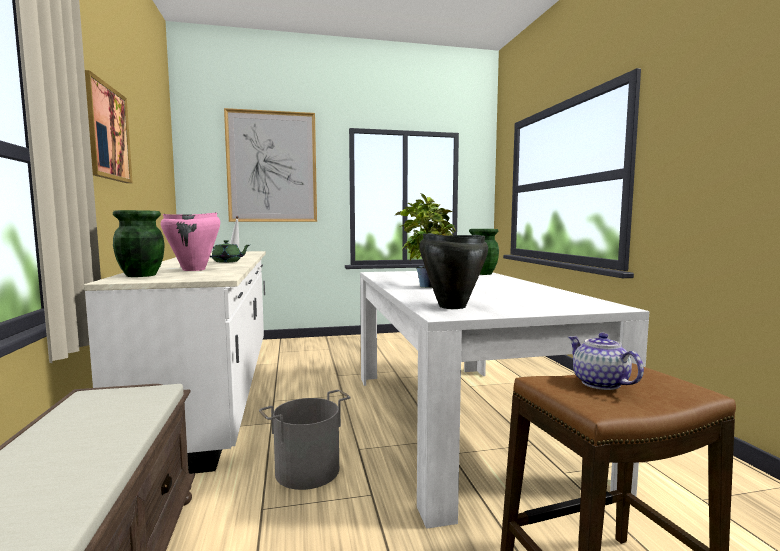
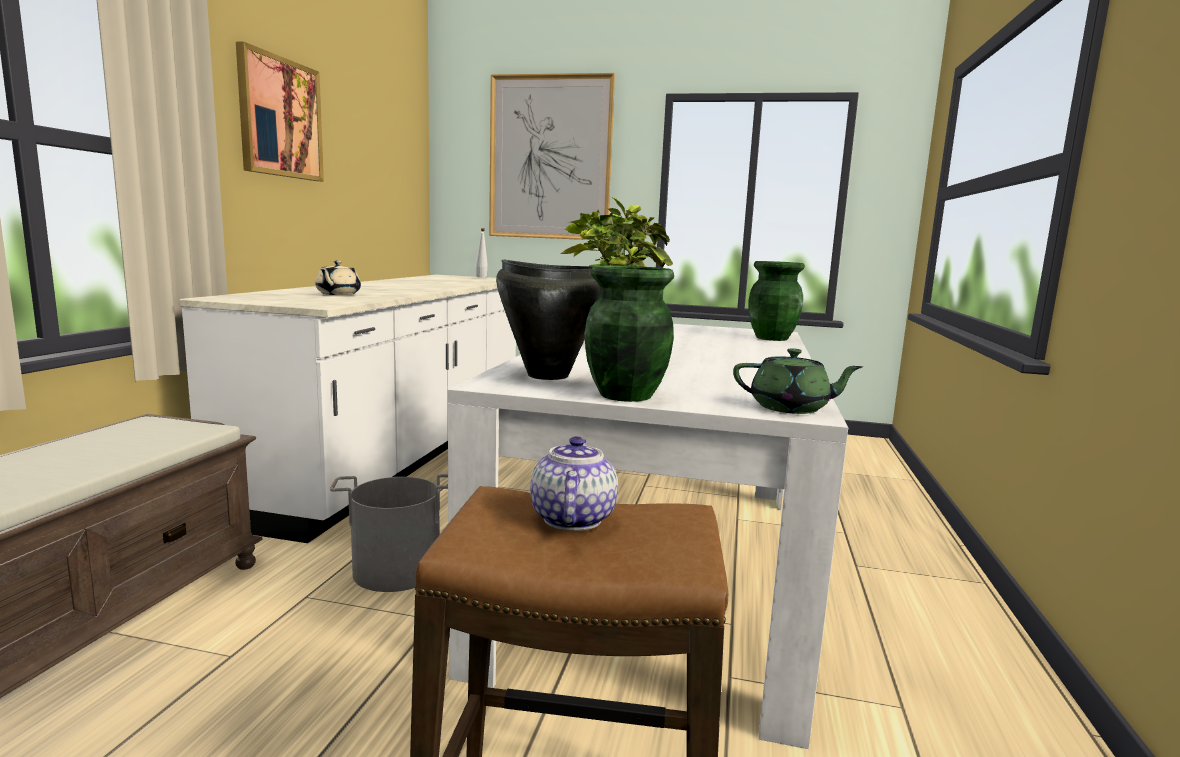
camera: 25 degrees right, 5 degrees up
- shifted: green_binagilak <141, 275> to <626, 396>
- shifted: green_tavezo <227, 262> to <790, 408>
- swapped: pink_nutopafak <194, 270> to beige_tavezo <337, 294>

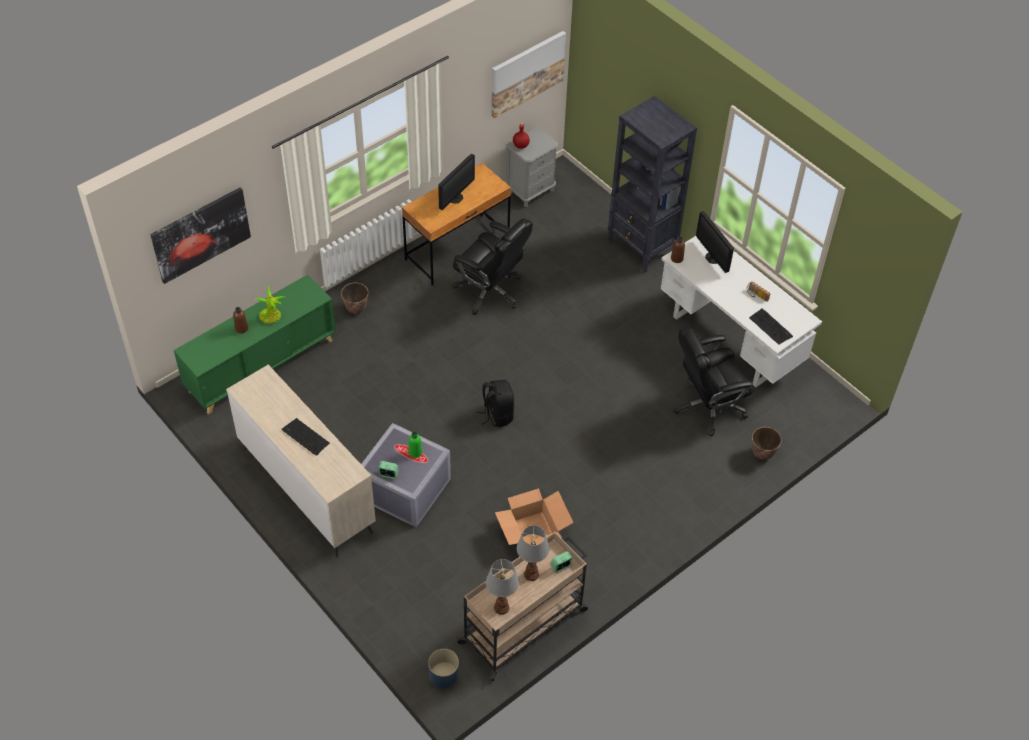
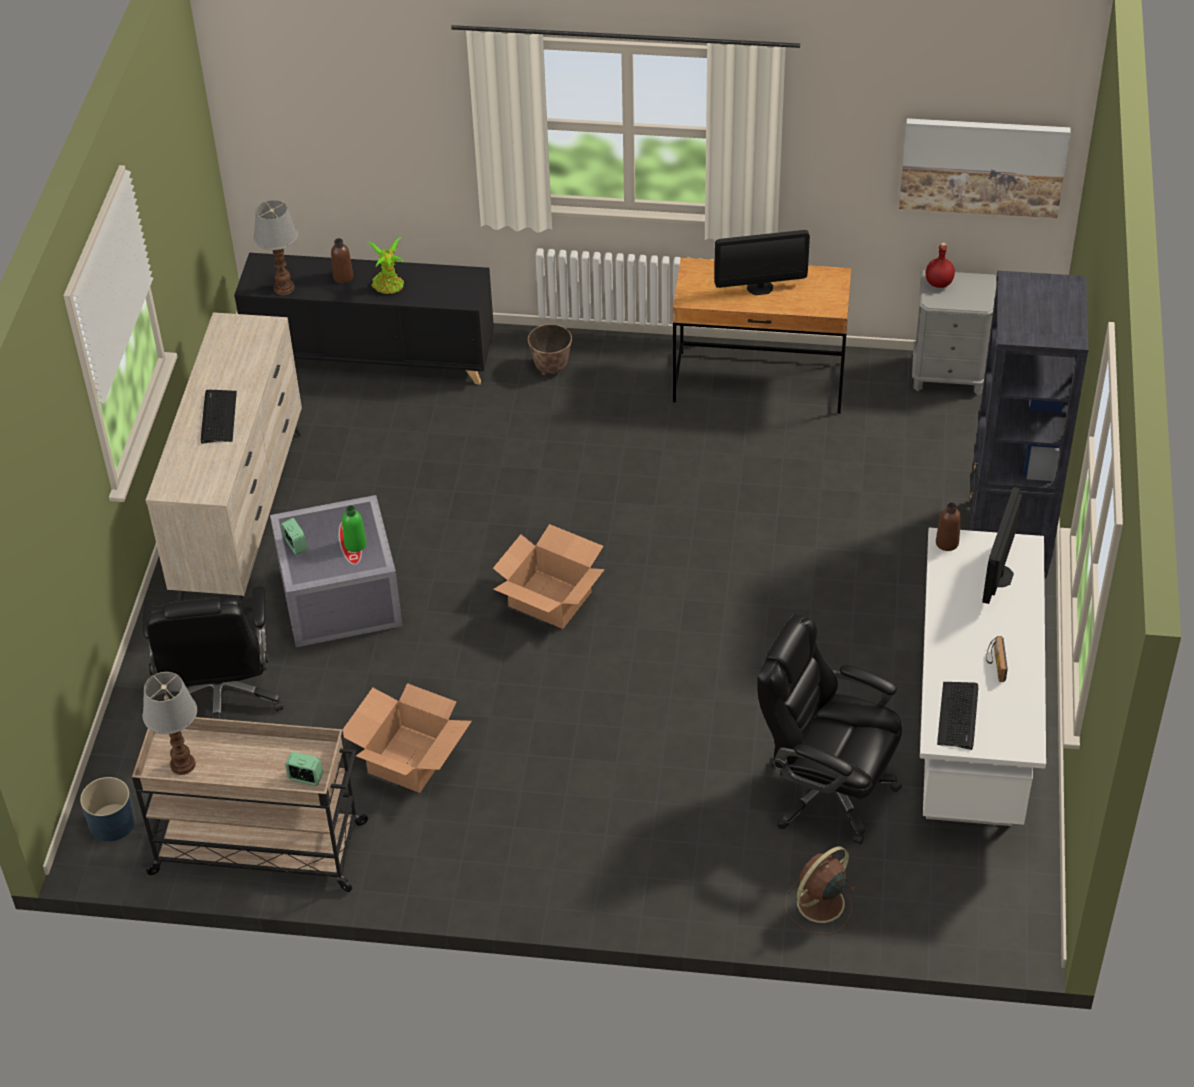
camera: 50 degrees right, 5 degrees down
- gone: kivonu <201, 234>
- shifted: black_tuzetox <490, 291> to <221, 699>
- shifted: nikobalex <531, 574> to <284, 288>
- swapped: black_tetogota <497, 415> to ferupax <550, 598>
- swapped: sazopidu <762, 454> to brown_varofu <819, 904>
- repainted: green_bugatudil <262, 365> to black_bugatudil <372, 357>

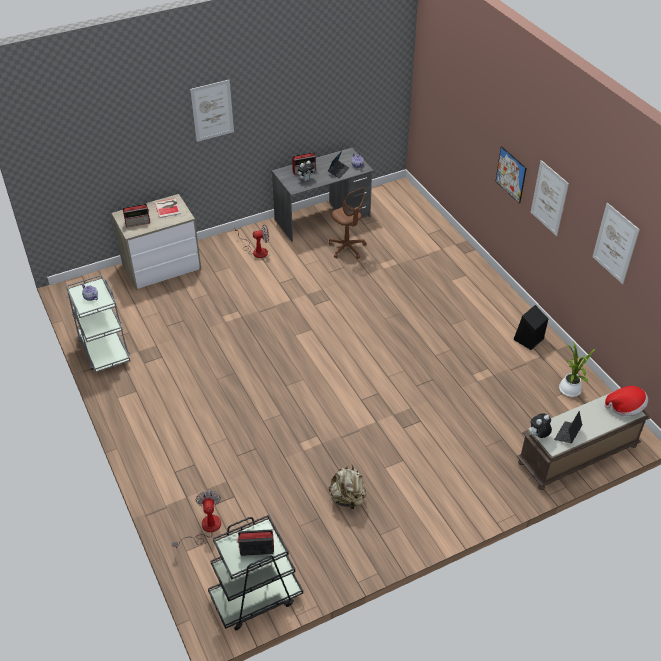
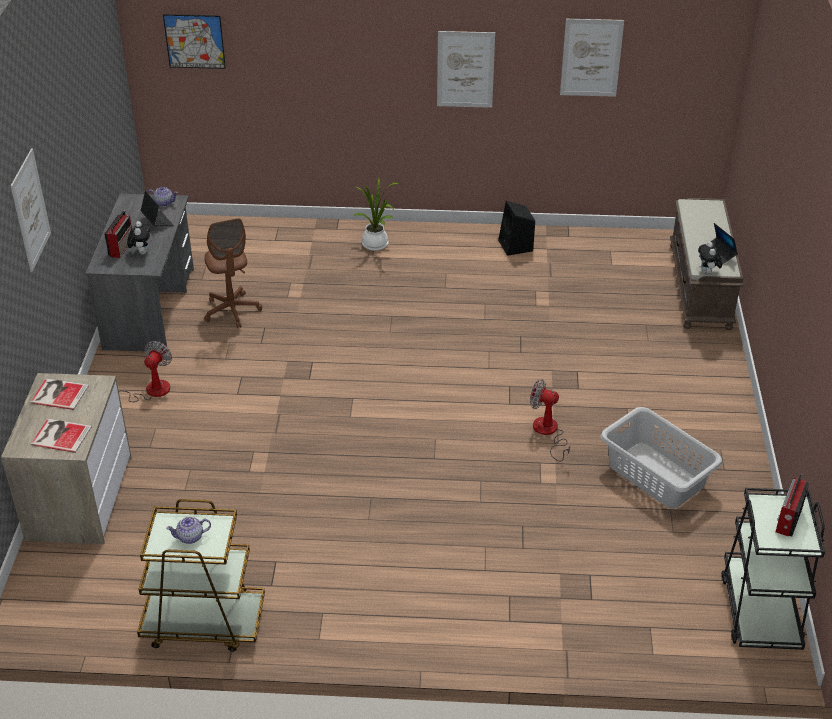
camera: 60 degrees left, 5 degrees down
- gone: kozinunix <625, 408>
- shifted: varofu <205, 528> to <548, 433>
- shifted: kivonu <511, 174> to <194, 41>
- shifted: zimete <569, 391> to <376, 245>
- swapped: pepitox <138, 223> to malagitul <60, 435>
- swapped: beige_tetogota <347, 498> to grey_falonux <656, 474>
- repainted: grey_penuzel <104, 350> to brown_penuzel <203, 623>
- rotated: brown_tuzetox <347, 248> = <232, 311> 75 degrees clockwise

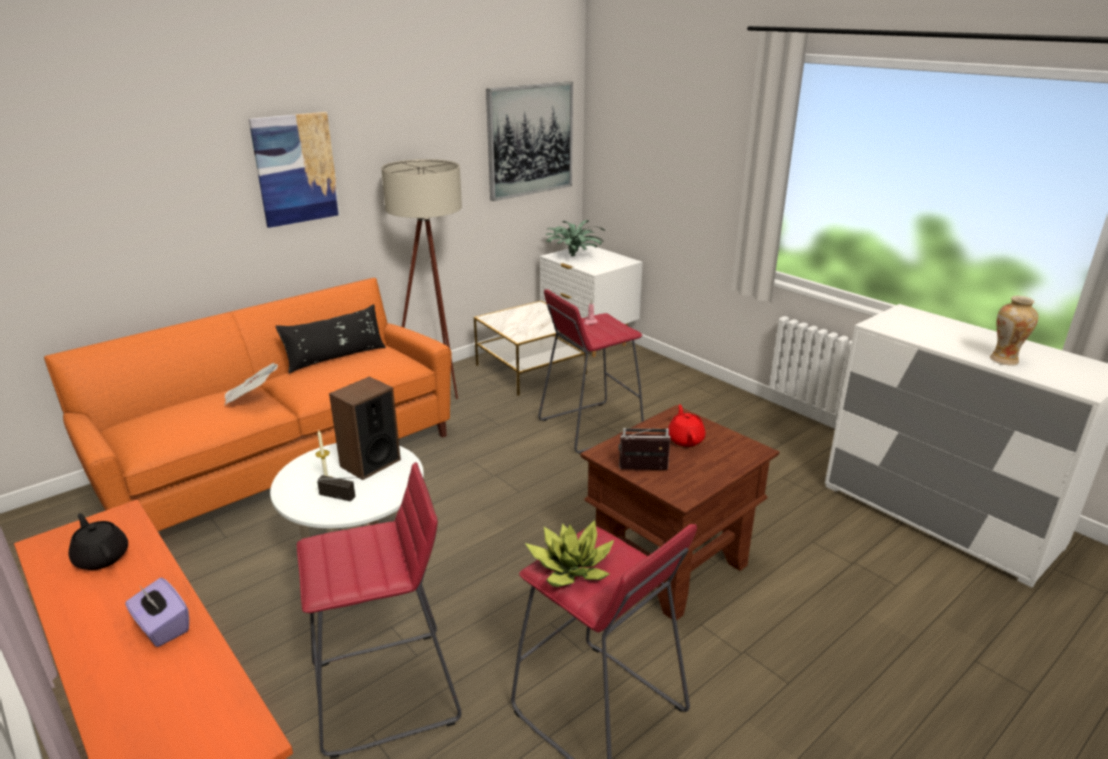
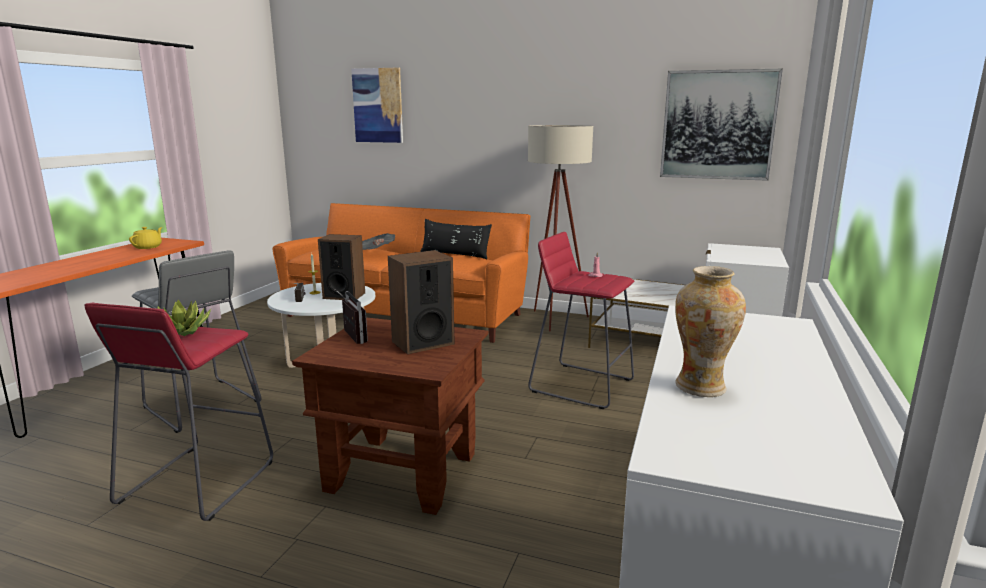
camera: 60 degrees right, 10 degrees down
- gone: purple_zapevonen <162, 627>
- gone: zimete <574, 257>
- shifted: kivonu <296, 169> to <378, 105>
- swapped: red_tavezo <685, 439> to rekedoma <422, 342>
- repainted: black_tavezo <102, 557> to yellow_tavezo <148, 247>
- repainted: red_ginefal <387, 692> to grey_ginefal <201, 405>

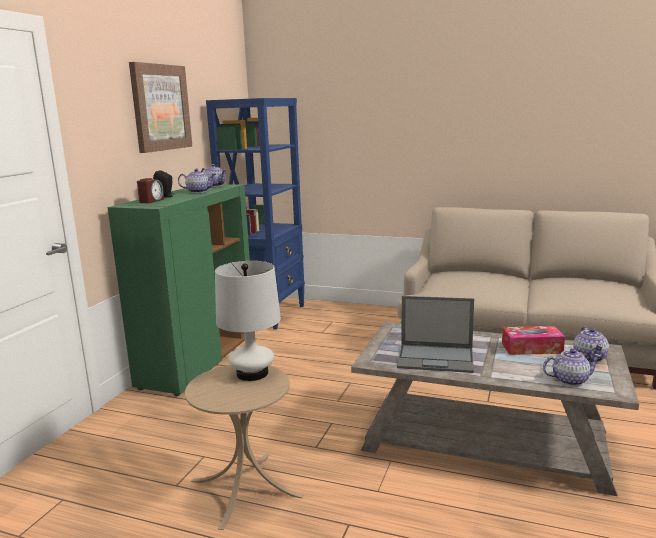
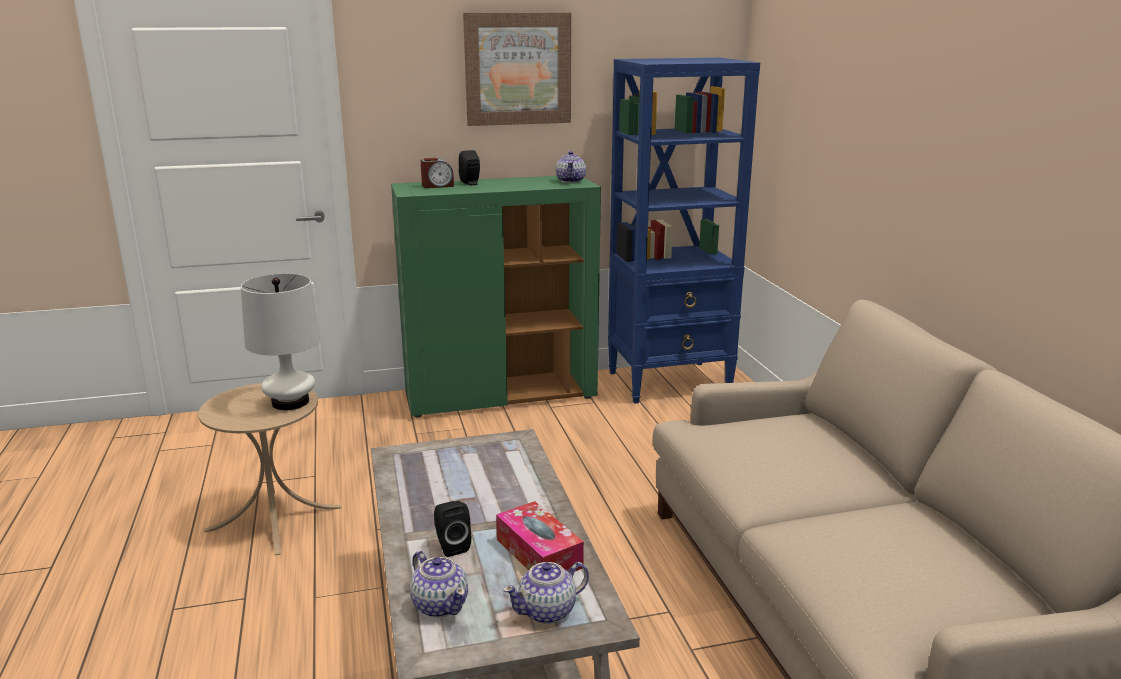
camera: 55 degrees right, 5 degrees up
- gone: tavezo <198, 191>
- gone: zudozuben <436, 358>
- new: black_rekedoma <451, 546>

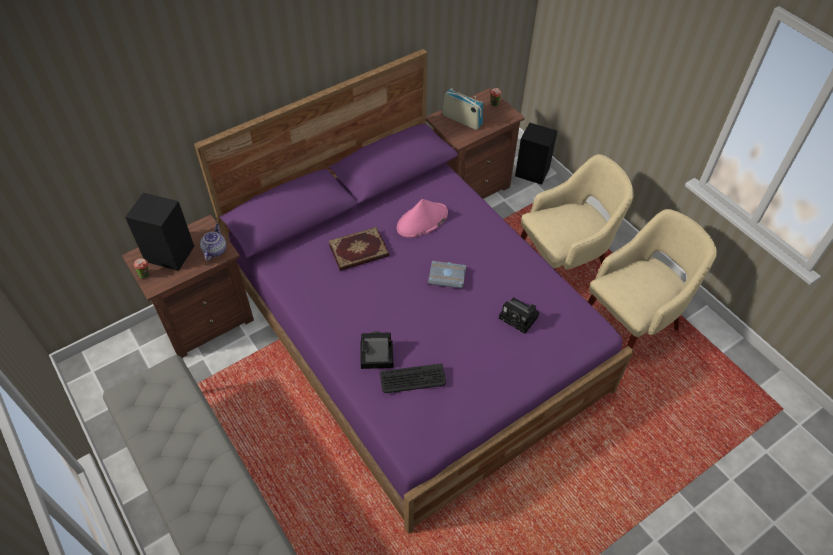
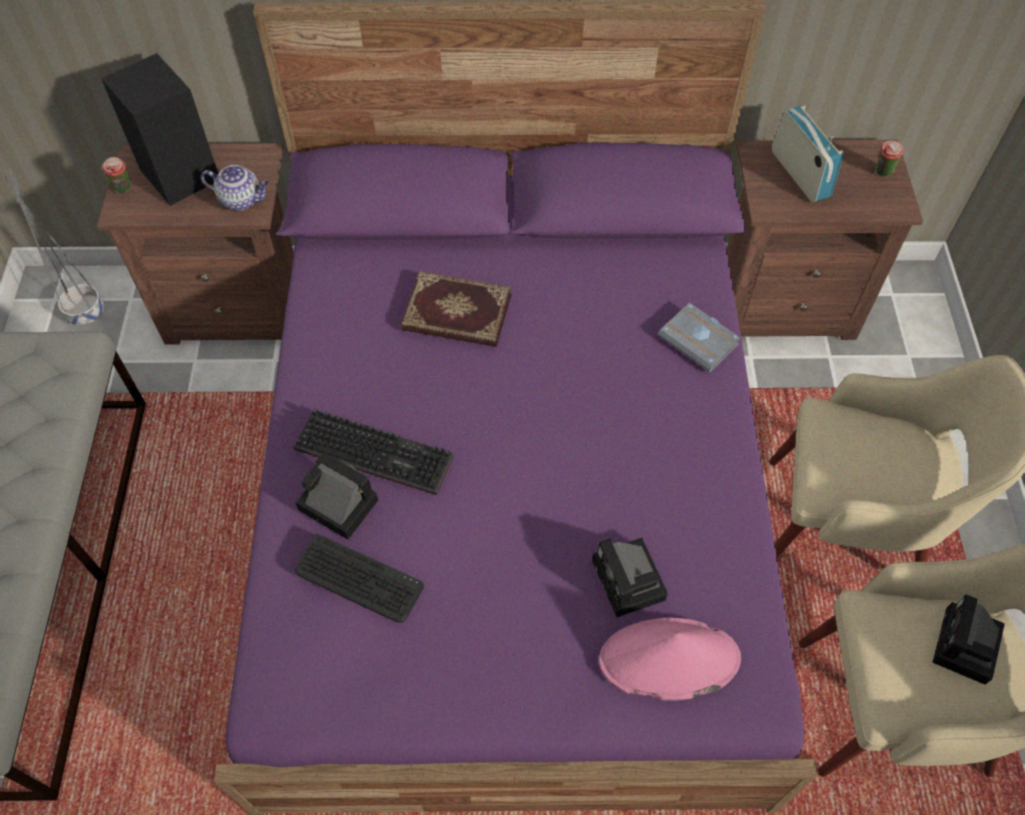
camera: 35 degrees right, 5 degrees up
- gone: black_rekedoma <533, 172>
- new: grey_sazopidu <86, 311>
- new: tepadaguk <377, 451>
- new: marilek <965, 649>
- shifted: pink_kozinunix <422, 221> to <668, 660>
- shifted: grey_malagitul <448, 276> to <700, 341>
- rotated: tavezo <215, 250> = <242, 200> 60 degrees clockwise

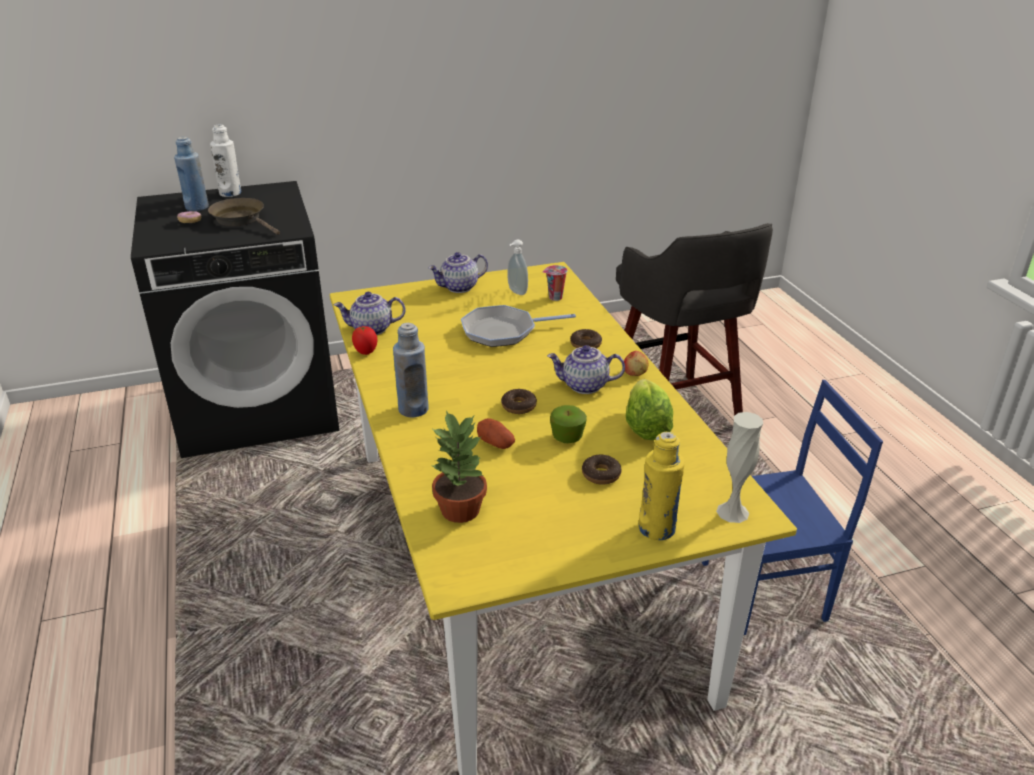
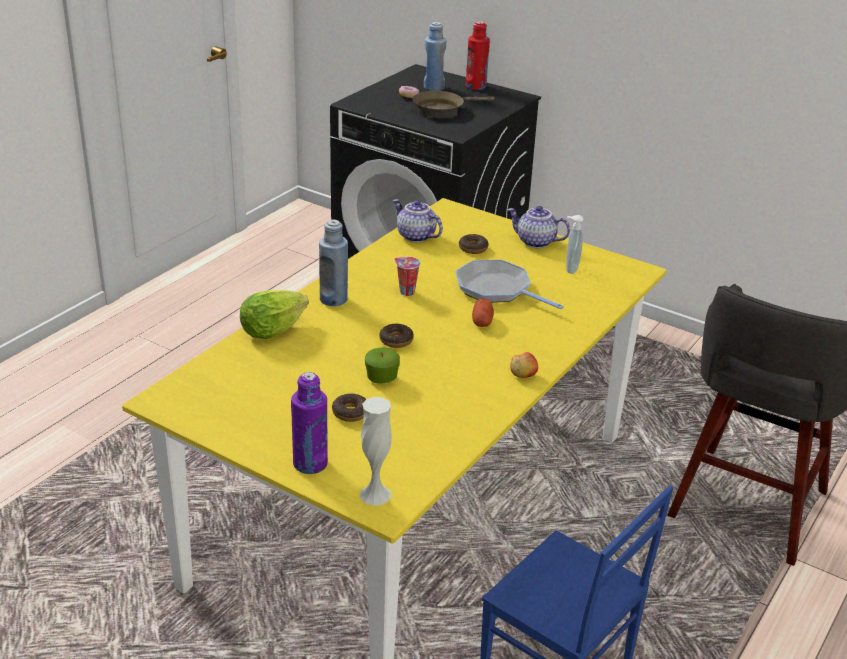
camera: 50 degrees right, 0 degrees up
- gone: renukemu <366, 352>
- gone: zimete <461, 509>
- gone: tavezo <584, 386>
- shifted: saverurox <495, 443> to <482, 321>
- shifted: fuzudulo <554, 298> to <406, 292>
- shifted: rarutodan <585, 344> to <473, 248>
- shifted: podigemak <646, 427> to <272, 330>
- repainted: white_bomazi <230, 193> to red_bomazi <476, 86>
- repainted: yellow_bomazi <657, 529> to purple_bomazi <310, 464>
- rotated: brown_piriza <241, 219> = <442, 109> 120 degrees counterclockwise

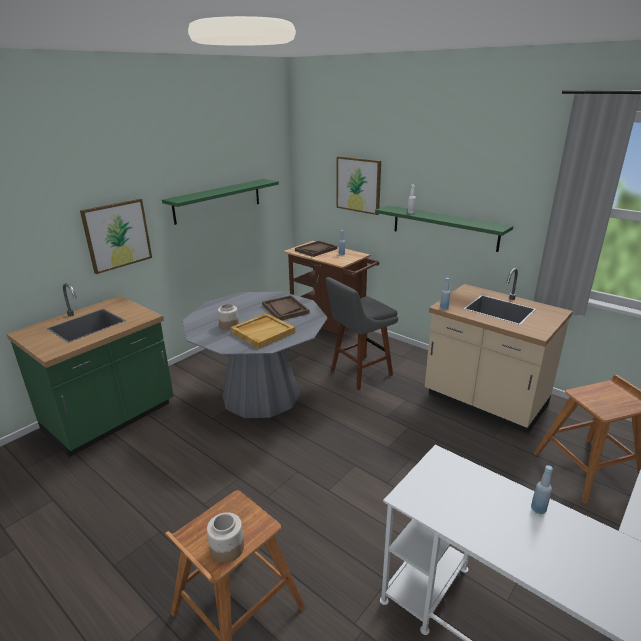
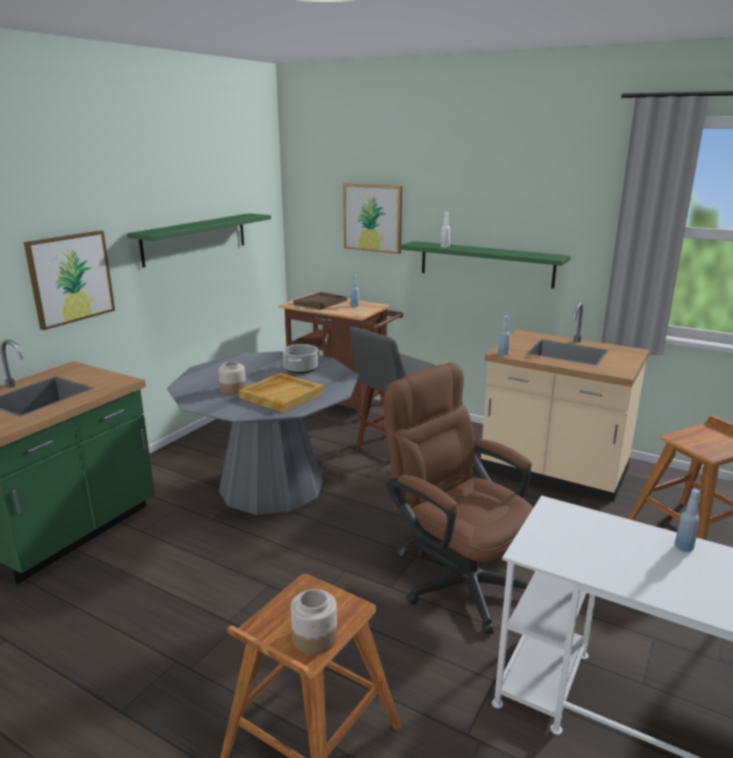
camera: 10 degrees left, 5 degrees down
- new: brown_tuzetox <457, 578>
- swapped: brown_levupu <285, 309> to nutopafak <300, 369>

